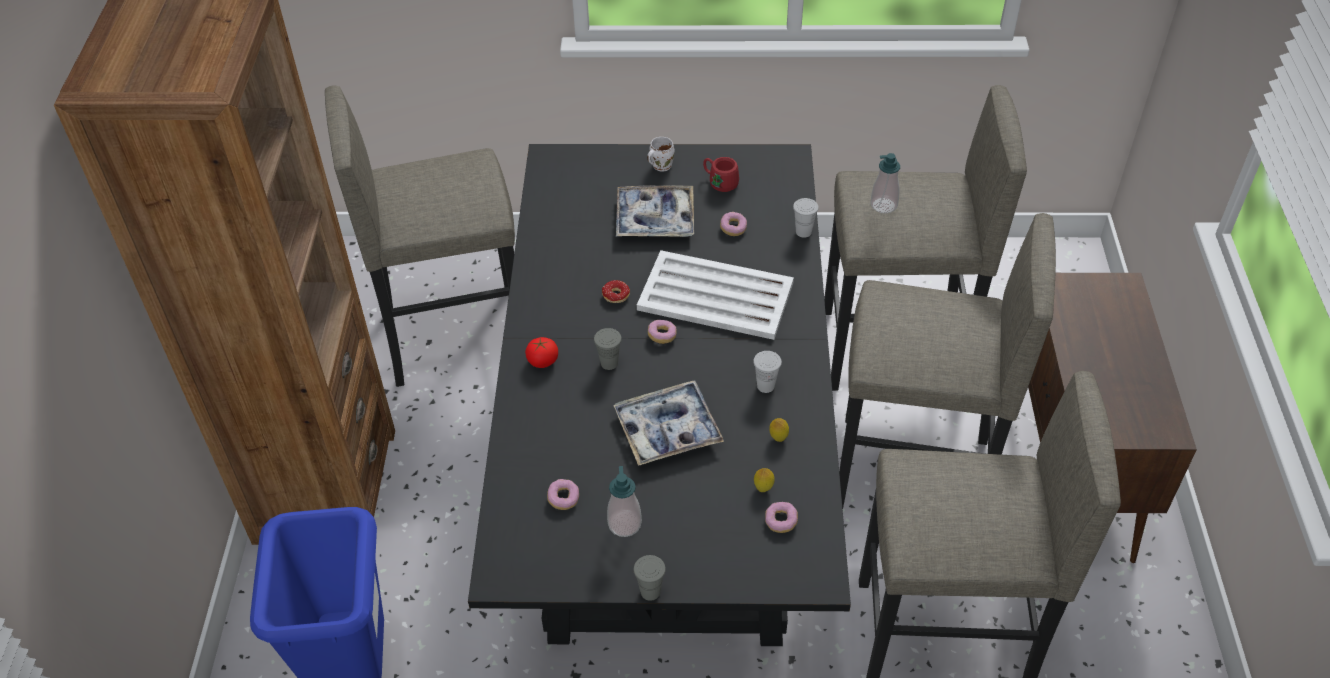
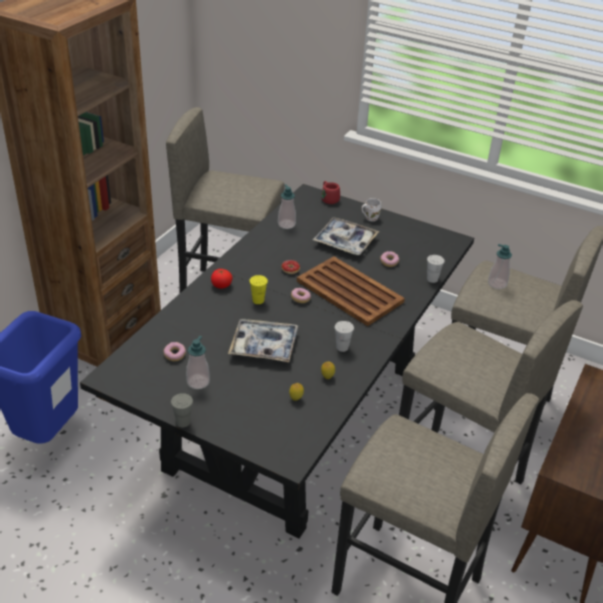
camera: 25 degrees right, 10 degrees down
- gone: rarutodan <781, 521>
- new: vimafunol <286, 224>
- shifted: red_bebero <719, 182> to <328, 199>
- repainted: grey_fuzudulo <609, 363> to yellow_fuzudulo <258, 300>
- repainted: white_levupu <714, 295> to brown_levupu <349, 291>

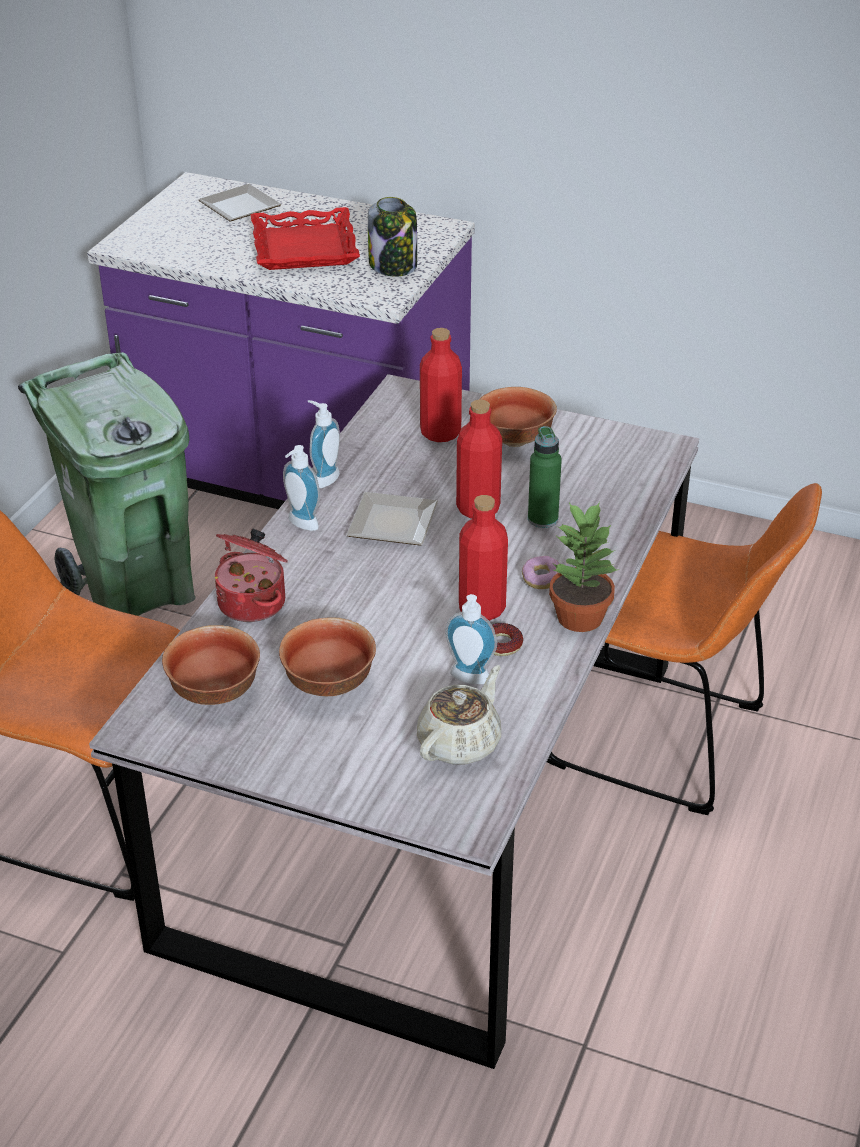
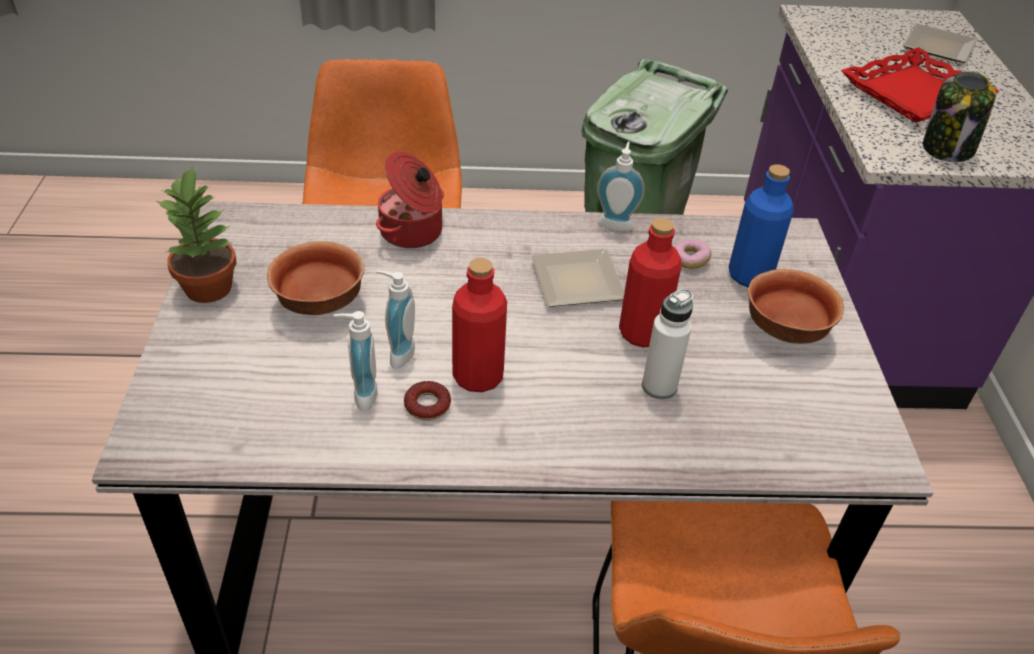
camera: 65 degrees right, 5 degrees up
- gone: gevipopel <216, 691>
- gone: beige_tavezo <460, 742>
- shifted: vimafunol <300, 525> to <397, 353>
- shifted: rarutodan <541, 580> to <690, 260>
- shifted: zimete <580, 616> to <210, 288>
- repainted: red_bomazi <440, 433> to blue_bomazi <749, 276>
- repainted: green_bomazi <542, 519> to white_bomazi <659, 386>

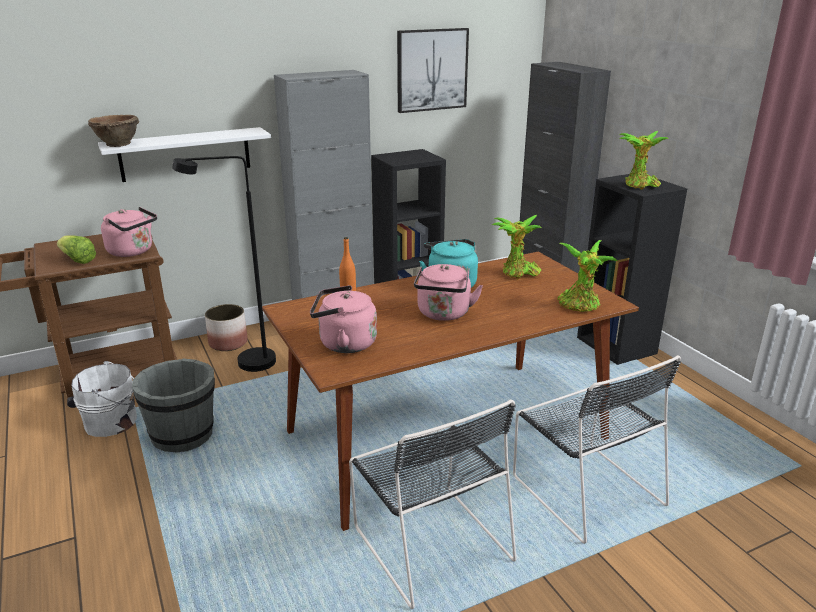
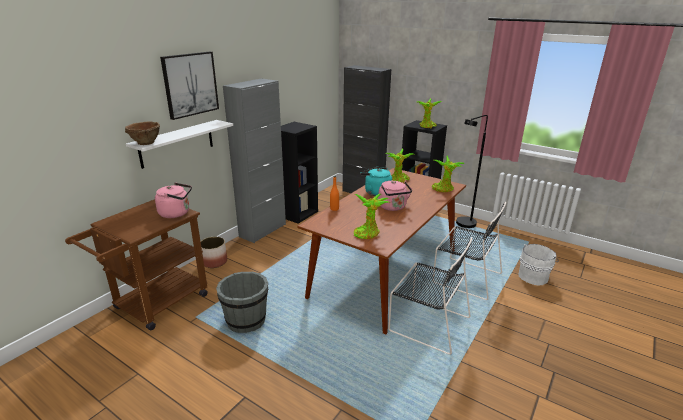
camera: 30 degrees left, 0 degrees up
- gone: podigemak <77, 260>
- shifted: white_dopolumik <113, 422> to <534, 276>
- shifted: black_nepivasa <245, 364> to <463, 226>
- shifted: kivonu <431, 70> to <190, 84>
- swapped: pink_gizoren <344, 344> to zimete <368, 233>

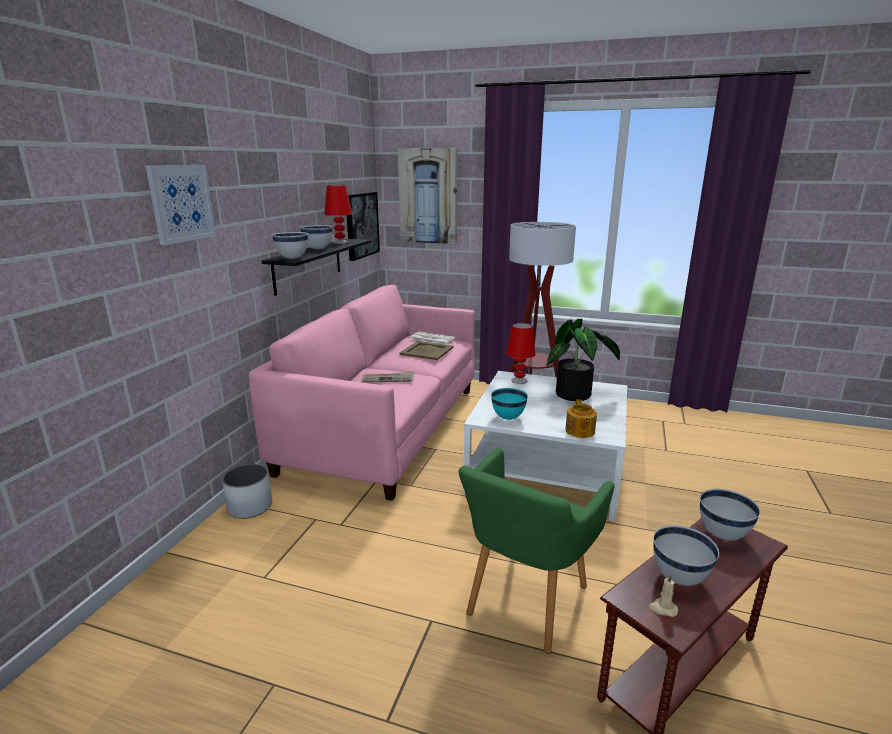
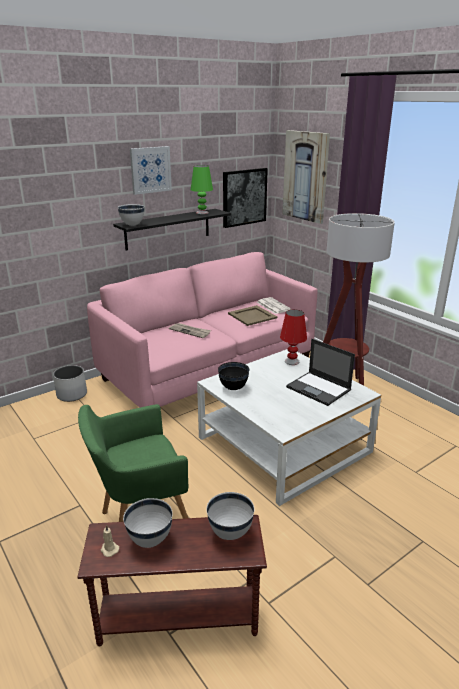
camera: 35 degrees right, 5 degrees up
- gone: white_gevipopel <318, 249>
- gone: tavezo <579, 431>
- shifted: kivonu <181, 203> to <150, 170>
- swapped: zimete <577, 395> to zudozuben <319, 389>
- repainted: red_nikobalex <340, 242> to green_nikobalex <202, 212>
- repainted: turquoise_gevipopel <508, 418> to black_gevipopel <233, 388>

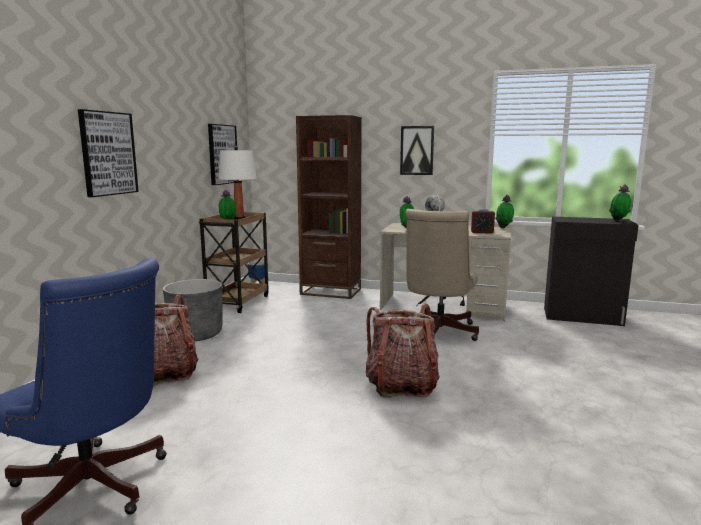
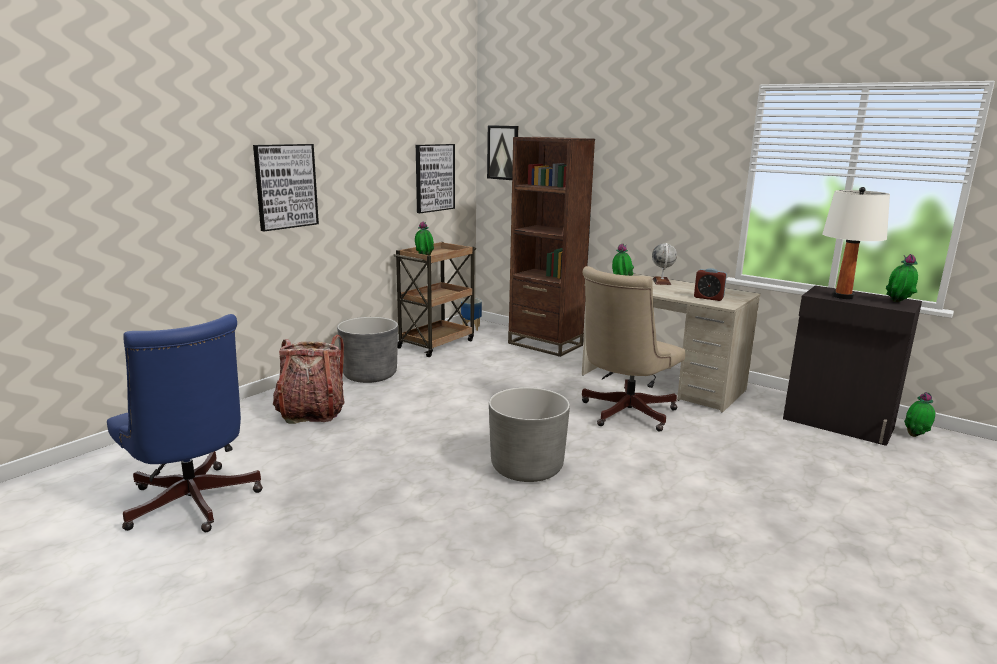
camera: 20 degrees right, 5 degrees up
- shifted: white_nikobalex <239, 218> to <843, 296>
- shifted: kivonu <417, 150> to <503, 152>
- shifted: zimete <504, 228> to <916, 436>
- swapped: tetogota <401, 385> to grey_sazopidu <527, 467>

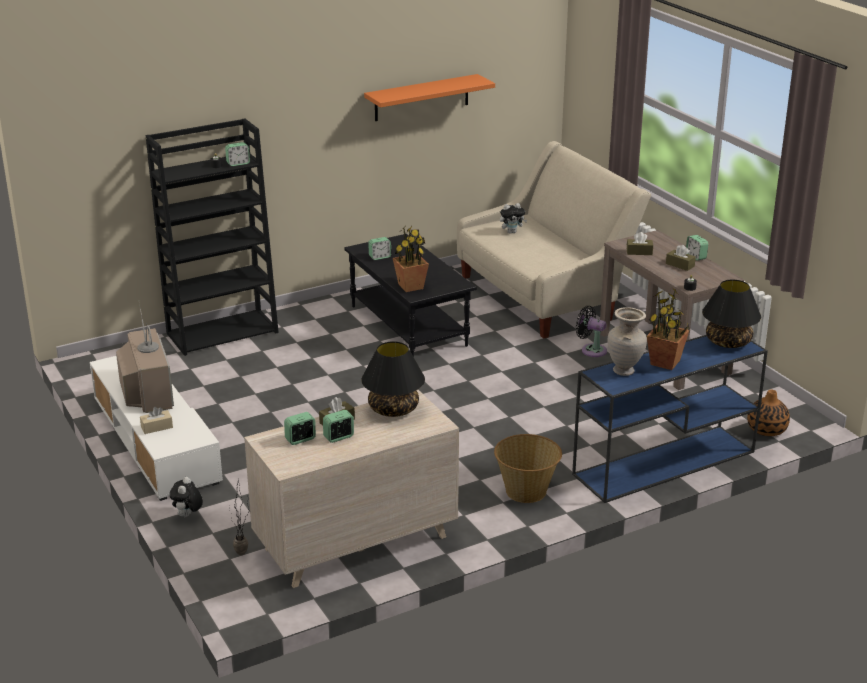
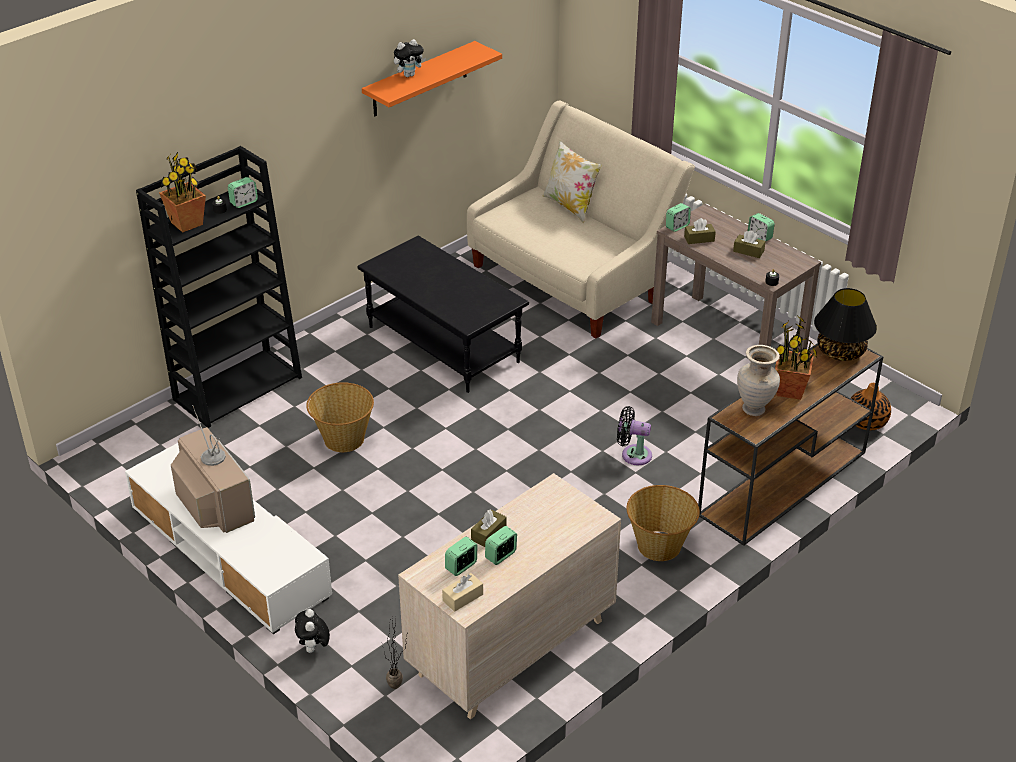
camera: 15 degrees left, 10 degrees up
- gone: black_nikobalex <393, 409>
- new: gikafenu <343, 439>
- new: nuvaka <570, 206>
- shifted: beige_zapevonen <157, 427> to <463, 597>
- shifted: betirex <380, 257> to <677, 226>
- shifted: zimete <410, 286> to <186, 223>
- shifted: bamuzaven <512, 232> to <409, 75>
- shifted: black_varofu <591, 350> to <633, 454>
- repainted: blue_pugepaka <663, 464> to brown_pugepaka <782, 484>

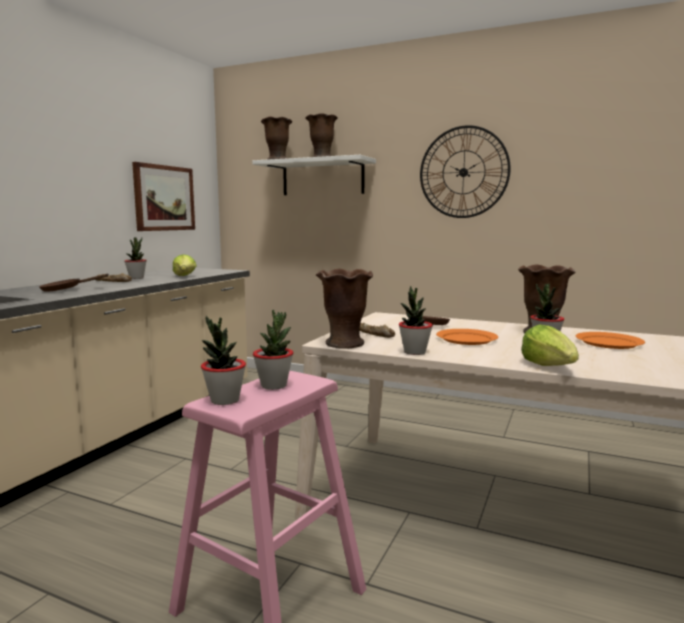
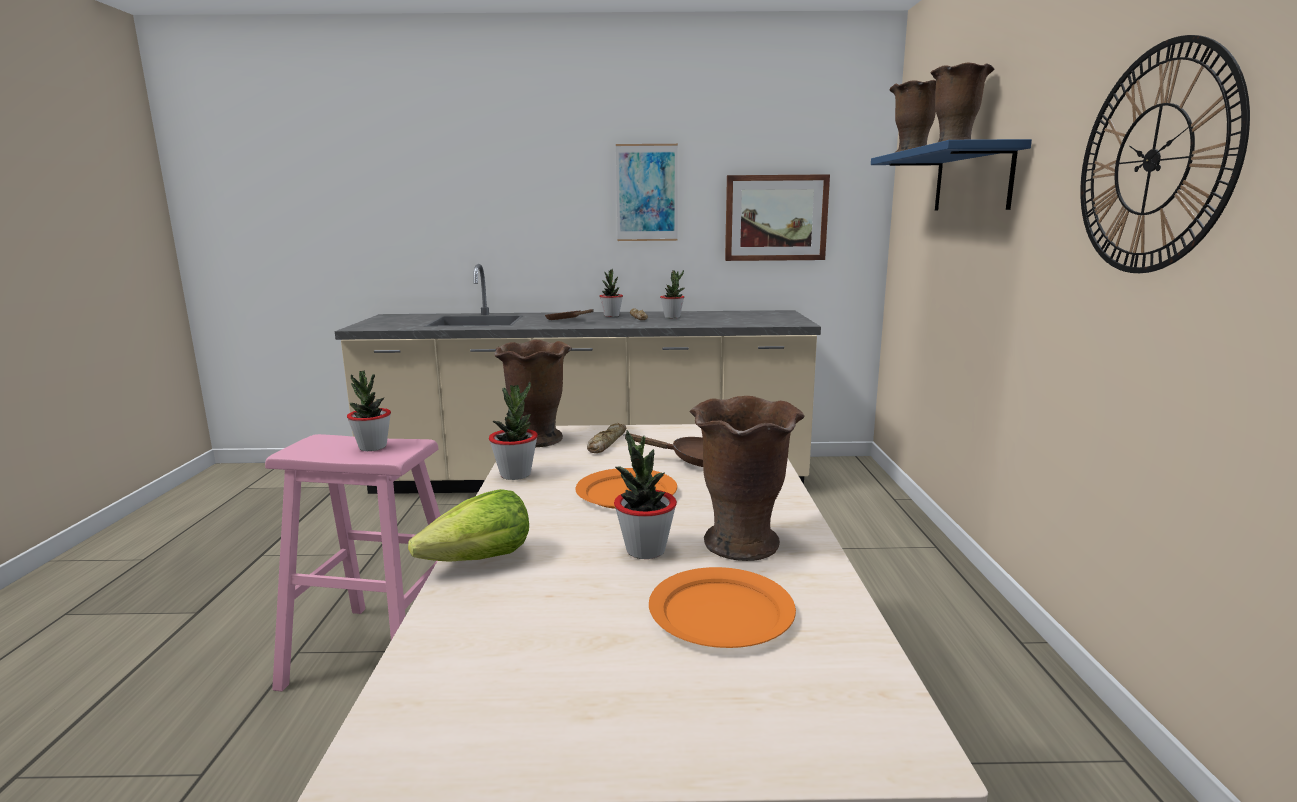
camera: 65 degrees right, 5 degrees up
- gone: podigemak <185, 276>
- new: kivonu <647, 193>
- shifted: zimete <224, 400> to <611, 315>
- repainted: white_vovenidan <322, 178> to blue_vovenidan <972, 180>

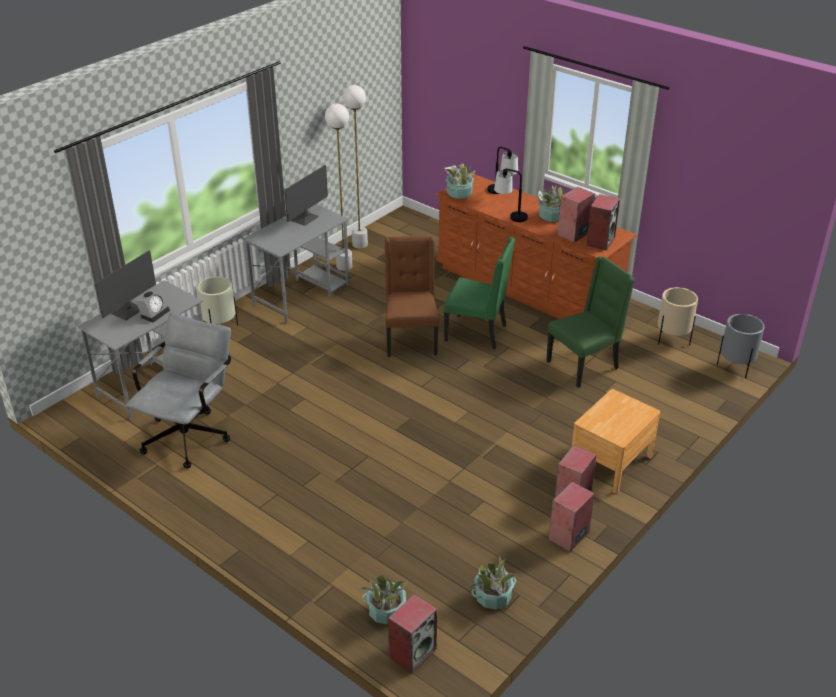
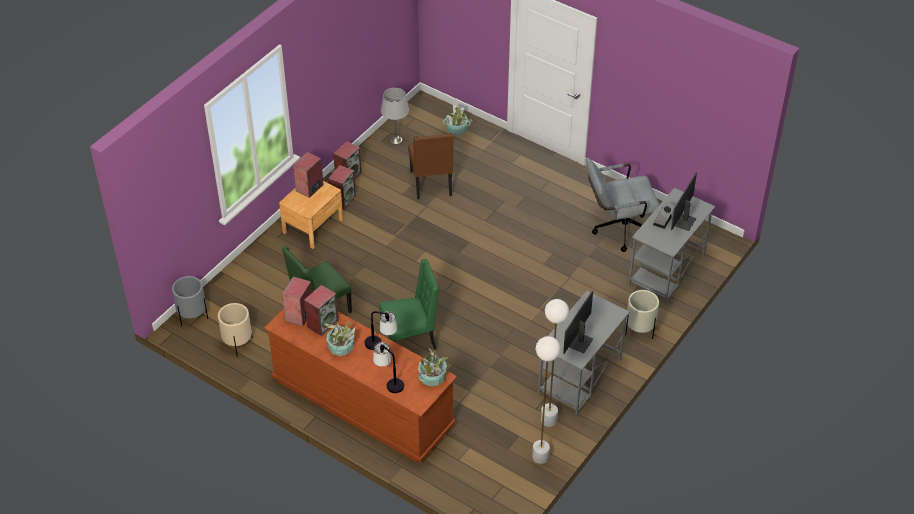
camera: 175 degrees right, 10 degrees up
- shifted: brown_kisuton <410, 340> to <432, 184>
- shifted: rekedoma <412, 652> to <309, 188>
- swapped: zimete <493, 597> to grey_nikobalex <396, 139>
- rotated: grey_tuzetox <190, 433> = <618, 229> 60 degrees clockwise
- rotated: green_kisuton <477, 333> = <410, 340> 150 degrees clockwise

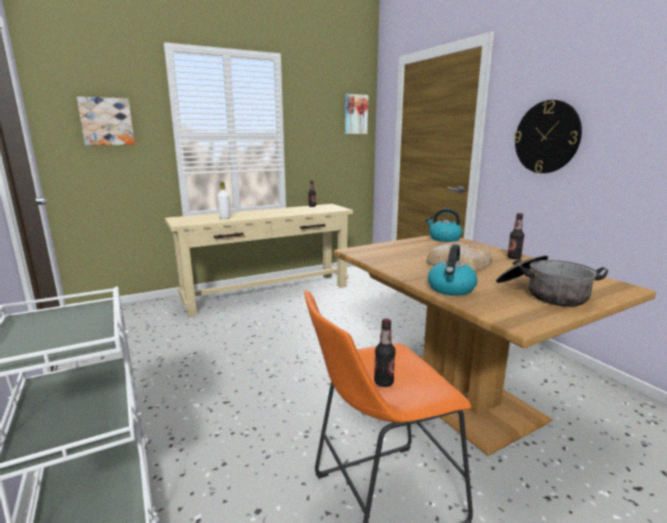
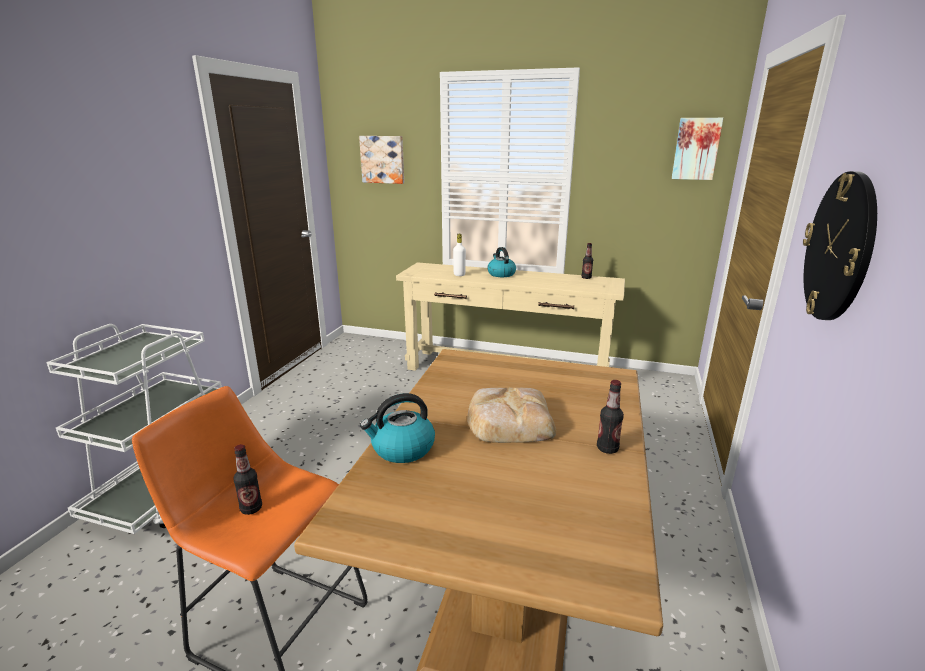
camera: 45 degrees right, 5 degrees up
- gone: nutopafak <543, 294>
- shifted: gizoren <444, 238> to <501, 274>

